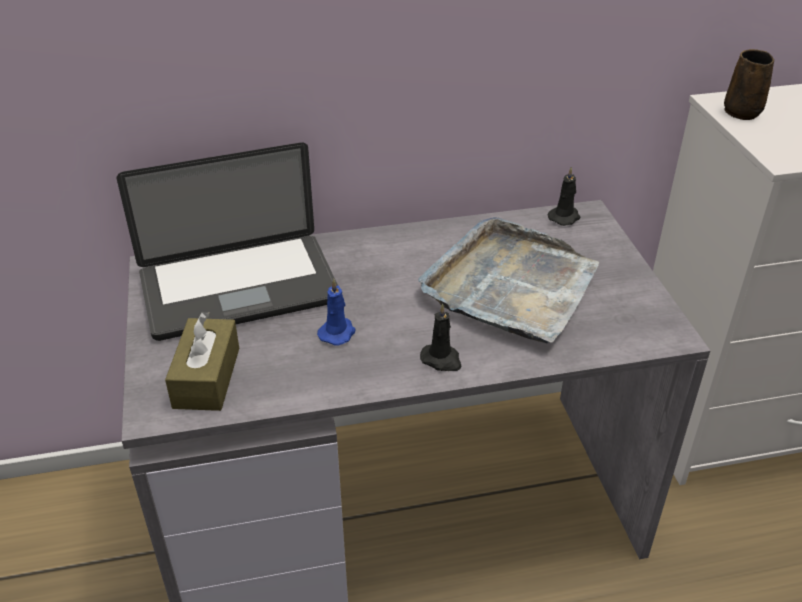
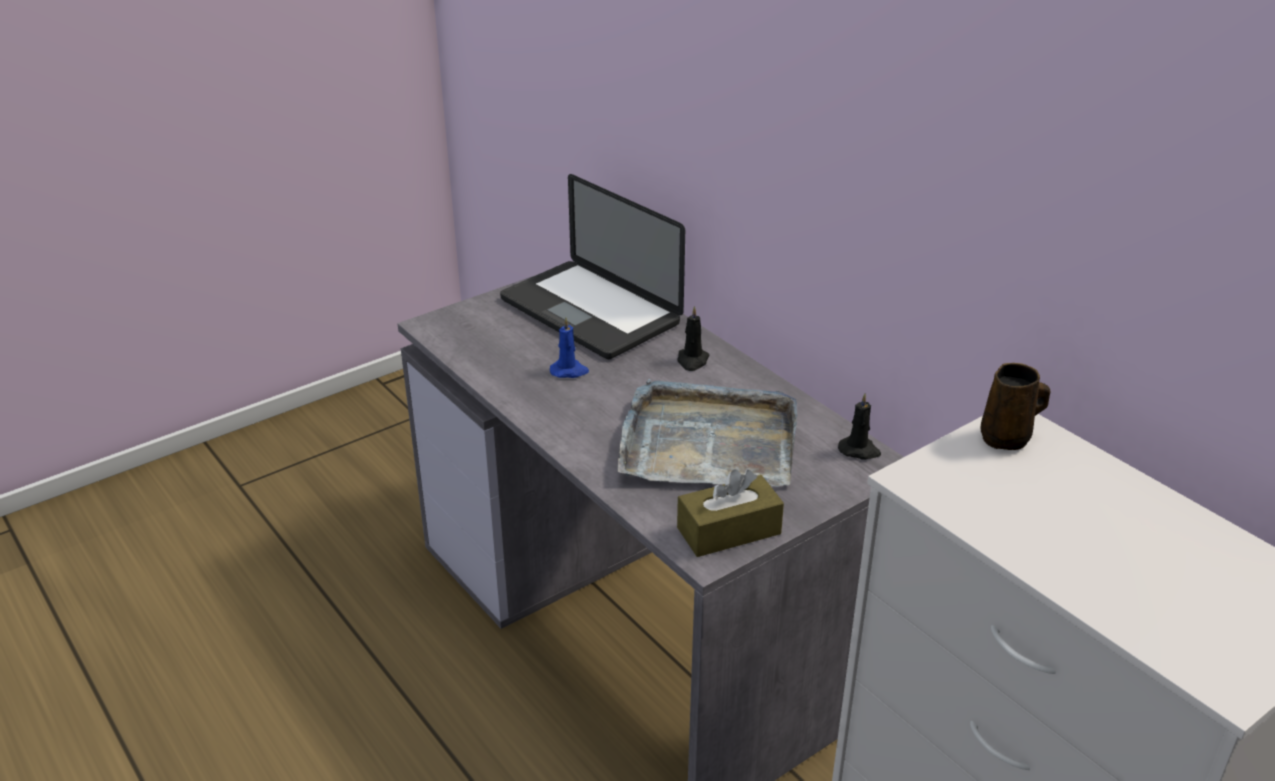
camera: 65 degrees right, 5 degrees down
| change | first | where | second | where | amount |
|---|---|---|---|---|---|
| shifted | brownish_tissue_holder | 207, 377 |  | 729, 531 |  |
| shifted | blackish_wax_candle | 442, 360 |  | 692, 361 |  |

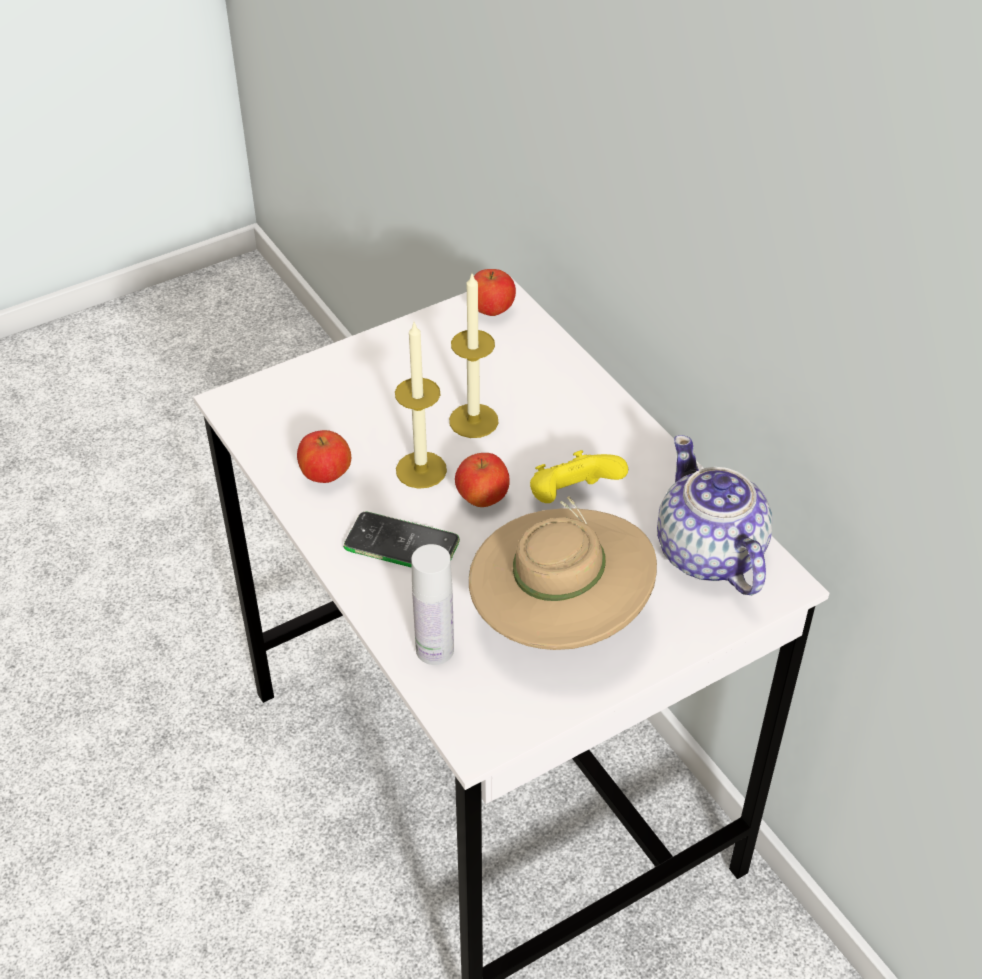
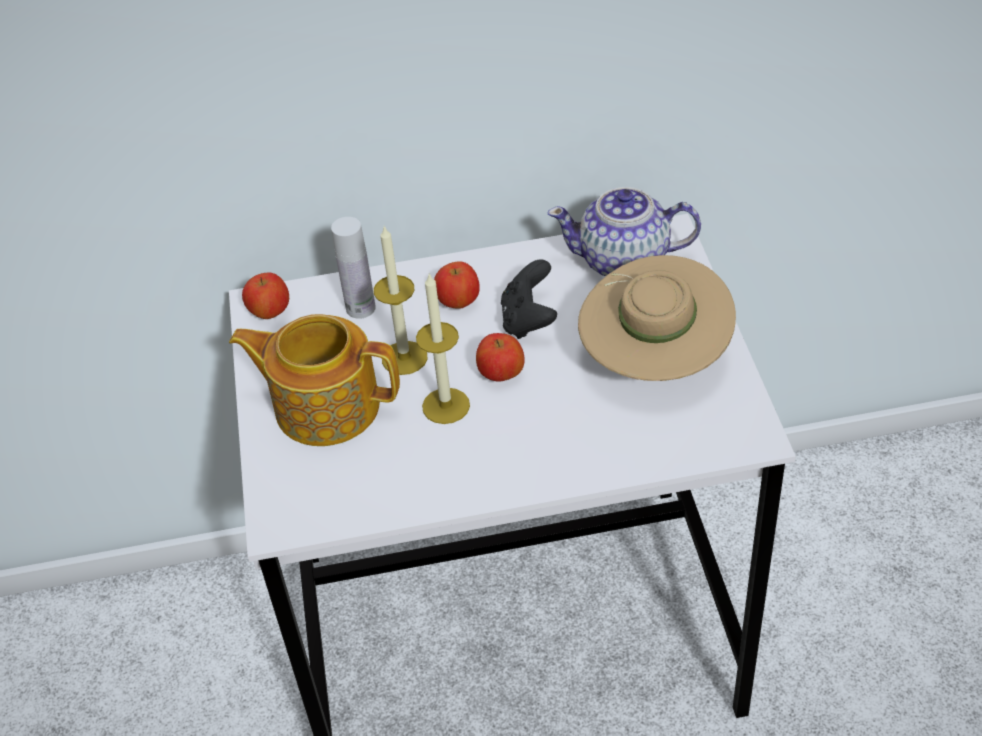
camera: 65 degrees left, 0 degrees up
| change | first | where | second | where | amount |
|---|---|---|---|---|---|
| gone | telephone | 401, 544 |  |  |  |
| new |  |  | teapot | 325, 405 |  |
| shifted | apple_fruit | 326, 476 |  | 458, 302 |  |
| shifted | whitish_drink_bottle | 435, 649 |  | 360, 308 |  |
| repainted | yellow_gamepad | 572, 498 | blackish_gamepad | 528, 320 |  |

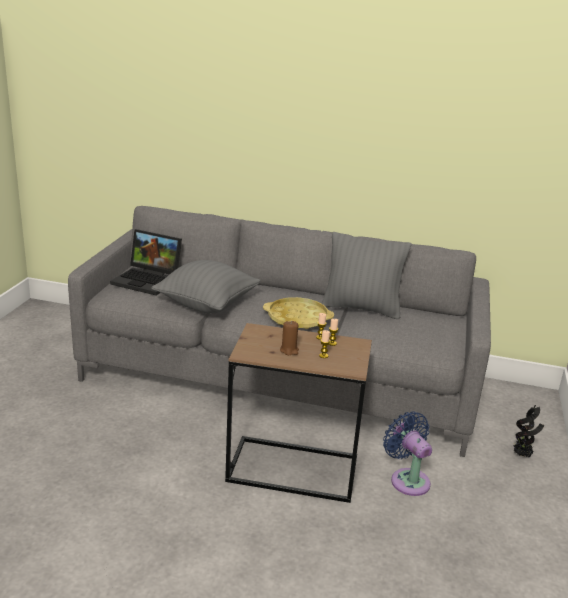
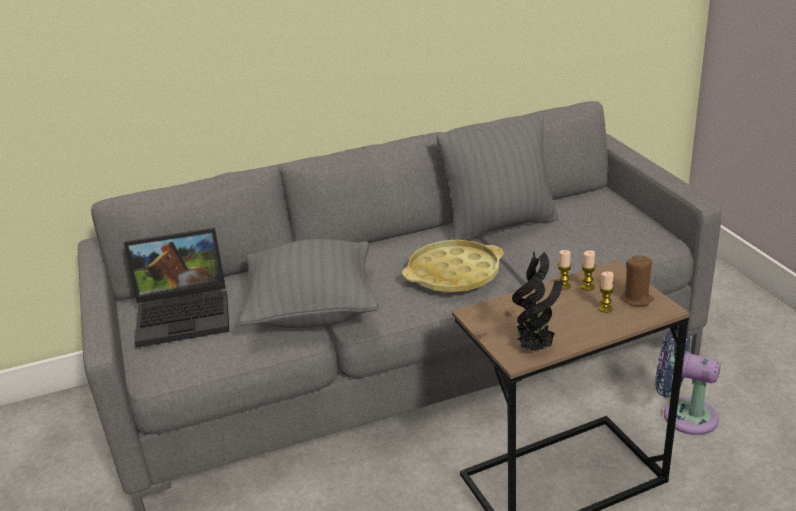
camera: 30 degrees left, 5 degrees up
| change | first | where | second | where | amount |
|---|---|---|---|---|---|
| shifted | brownish_wax_candle | 289, 350 |  | 636, 299 |  |
| shifted | potted_plant | 522, 455 |  | 536, 348 |  |

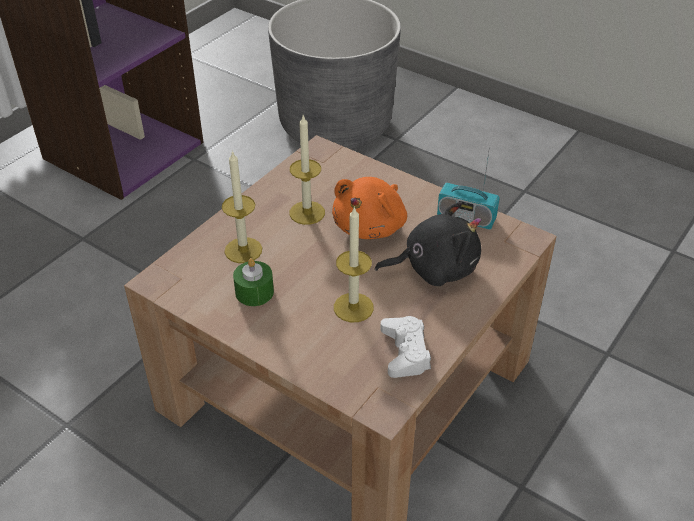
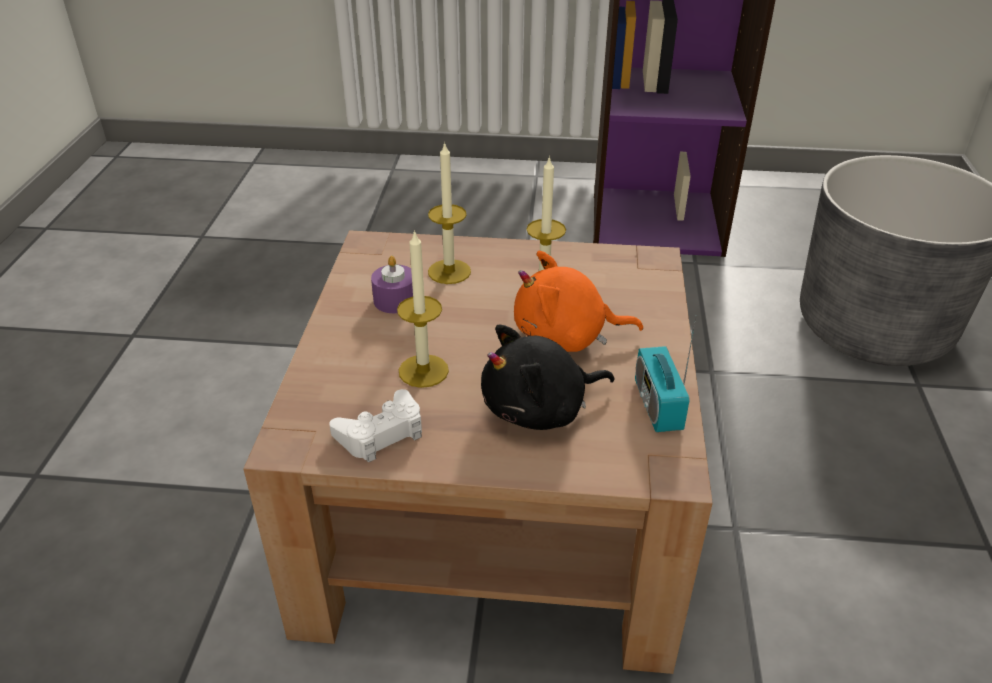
camera: 60 degrees right, 5 degrees down
| change | first | where | second | where | amount |
|---|---|---|---|---|---|
| repainted | greenish_wax_candle | 254, 292 | purple_wax_candle | 395, 300 |  |
| rotated | blackish_plush_toy | 434, 268 |  | 540, 409 | 105 degrees clockwise |

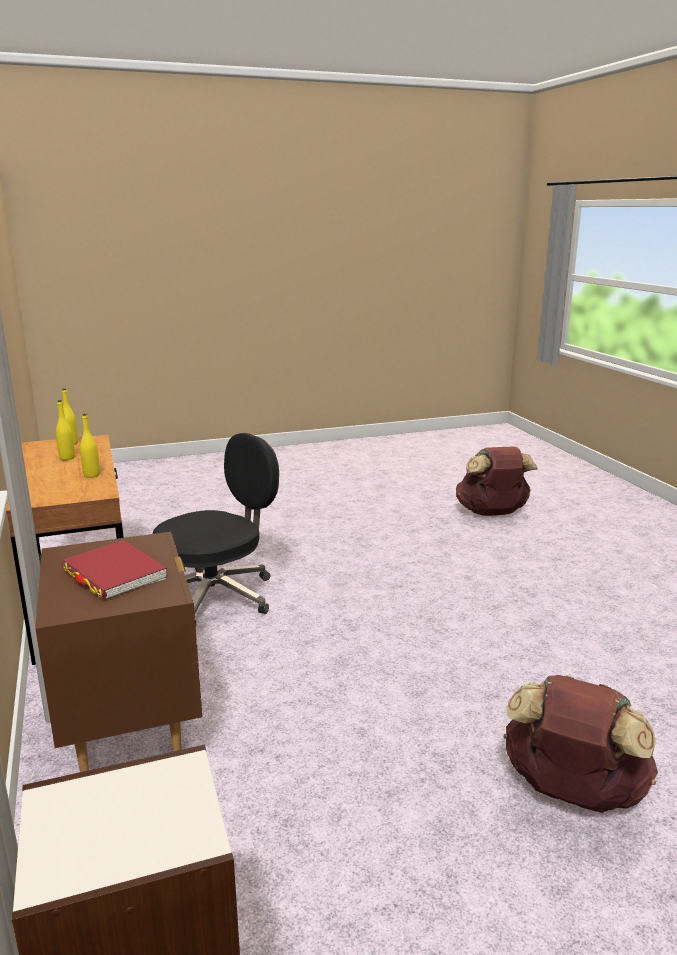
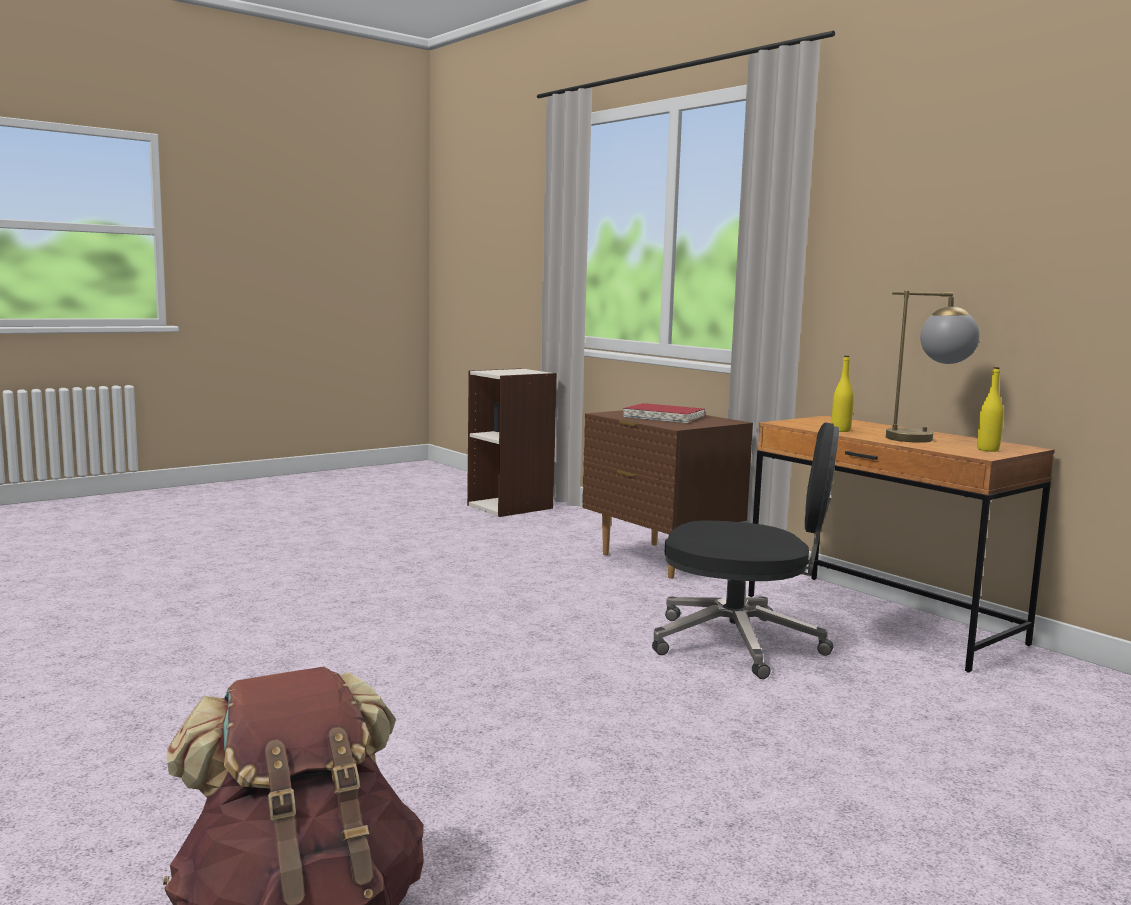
camera: 160 degrees right, 10 degrees down
| change | first | where | second | where | amount |
|---|---|---|---|---|---|
| gone | brownish_backpack | 571, 793 |  |  |  |
| swapped | yellow_drink_bottle | 67, 458 | tabletop_lamp | 926, 439 |  |
| rotated | blackish_desk_chair | 217, 596 |  | 740, 643 | 105 degrees counterclockwise |

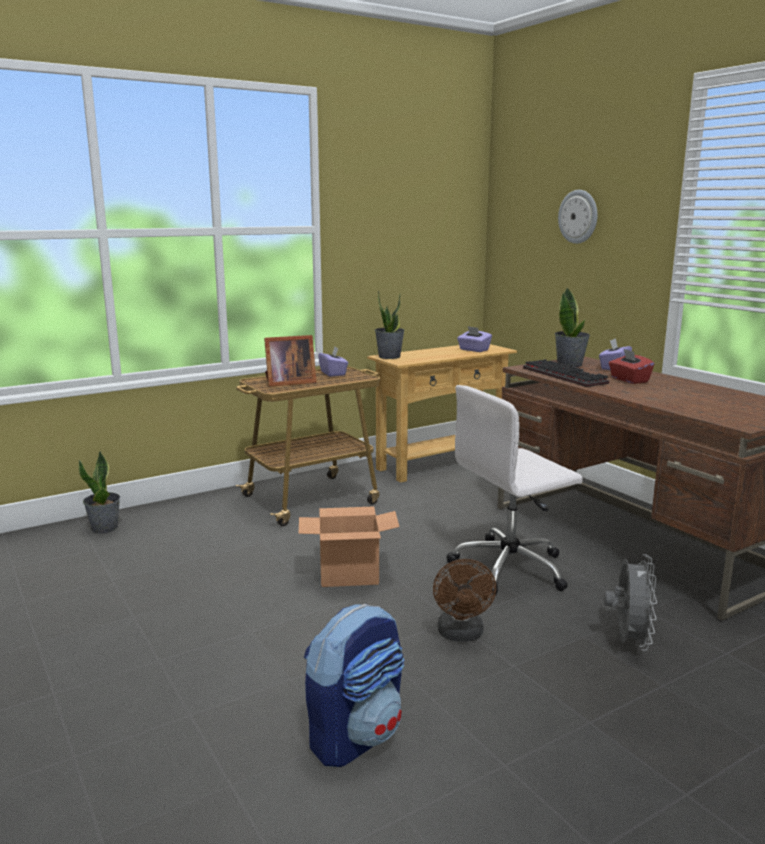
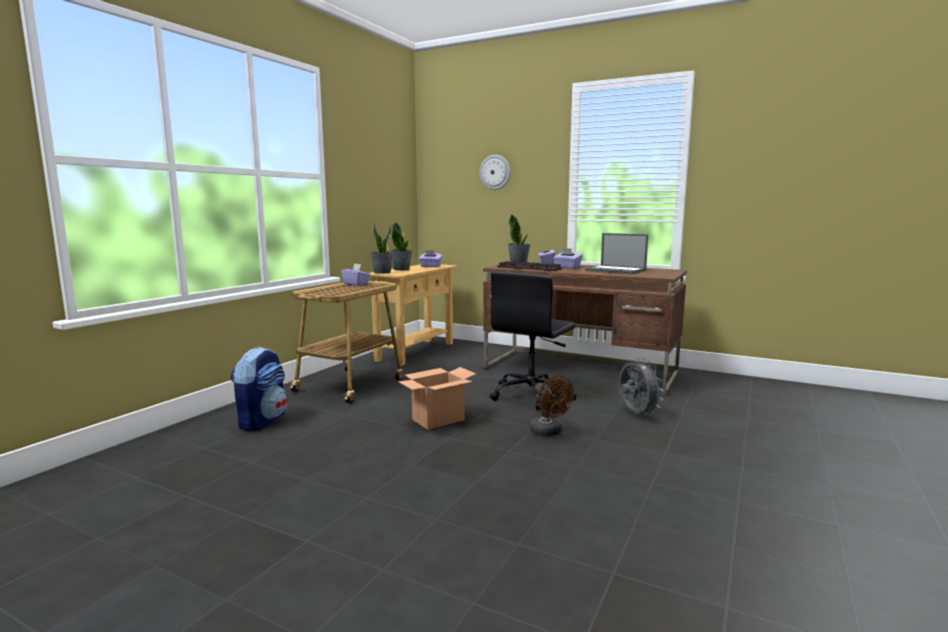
camera: 30 degrees left, 5 degrees down
| change | first | where | second | where | amount |
|---|---|---|---|---|---|
| gone | photo_frame | 288, 383 |  |  |  |
| new |  |  | notebook_computer | 616, 270 |  |
| shifted | potted_plant | 105, 528 |  | 402, 269 |  |
| shifted | backpack | 356, 736 |  | 262, 421 |  |
| repainted | whitish_desk_chair | 511, 567 | blackish_desk_chair | 532, 395 |  |
| repainted | red_tissue_holder | 629, 380 | purple_tissue_holder | 567, 267 |  |

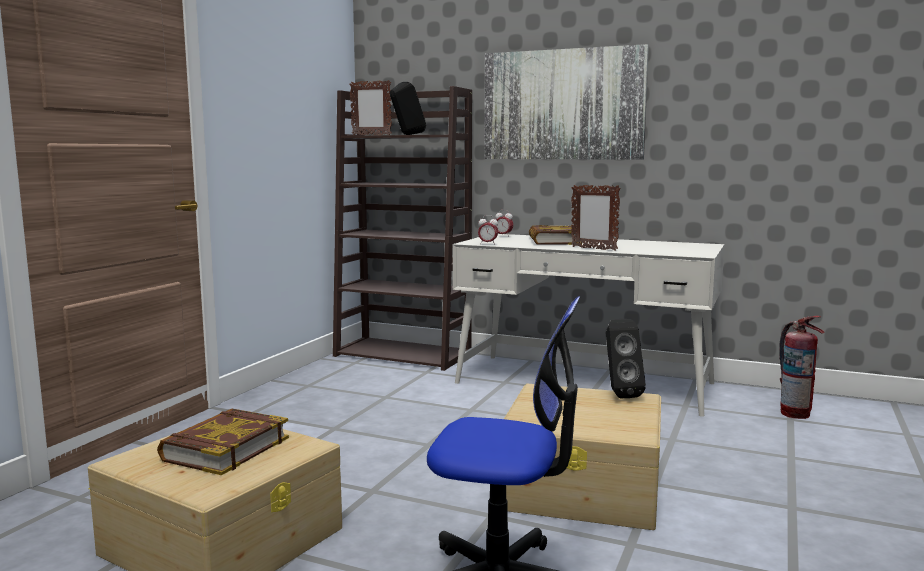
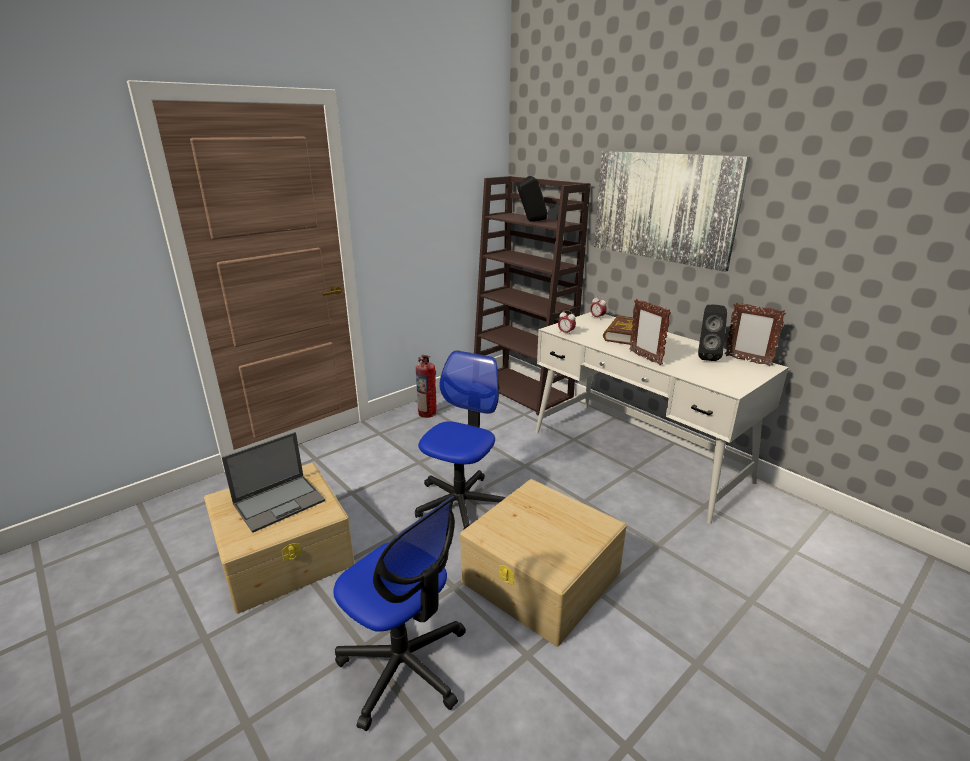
camera: 25 degrees right, 15 degrees up
| change | first | where | second | where | amount |
|---|---|---|---|---|---|
| new |  |  | desk_chair | 461, 503 |  |
| shifted | photo_frame | 371, 135 |  | 747, 361 |  |
| shifted | blackish_loudspeaker | 619, 394 |  | 706, 357 |  |
| shifted | fire-fighting_cylinder | 795, 413 |  | 427, 413 |  |
| swapped | book | 225, 449 | notebook_computer | 280, 502 |  |

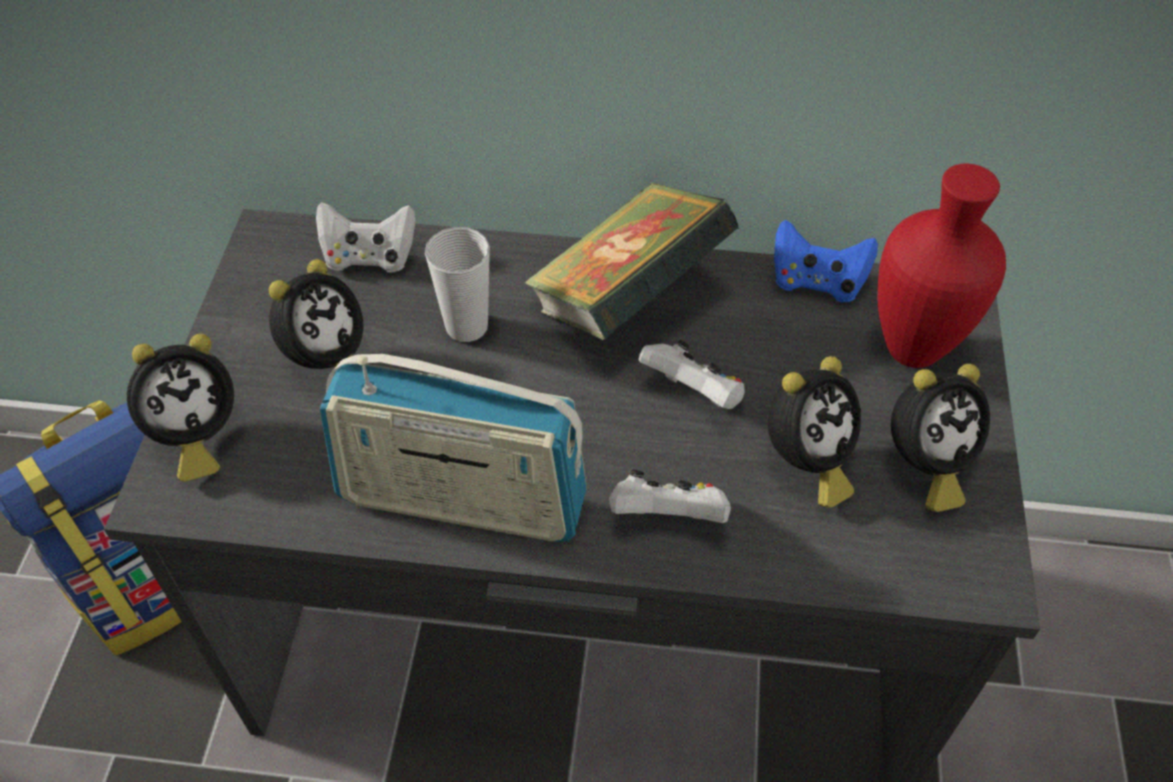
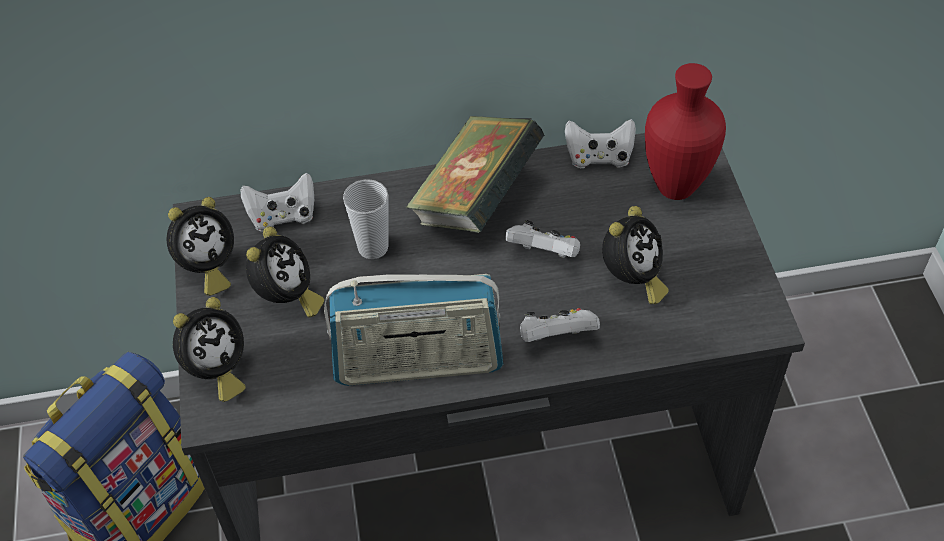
camera: 15 degrees left, 0 degrees up
| change | first | where | second | where | amount |
|---|---|---|---|---|---|
| shifted | bedside_clock | 924, 465 |  | 207, 268 |  |
| repainted | blue-coloured_gamepad | 817, 282 | whitish_gamepad | 599, 157 |  |

